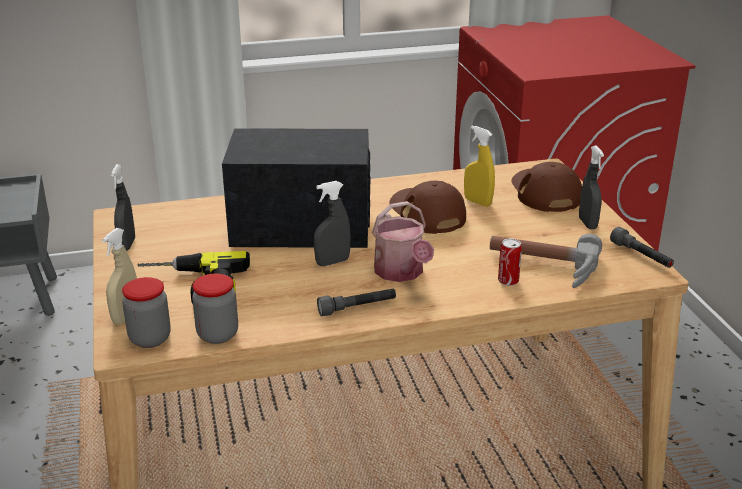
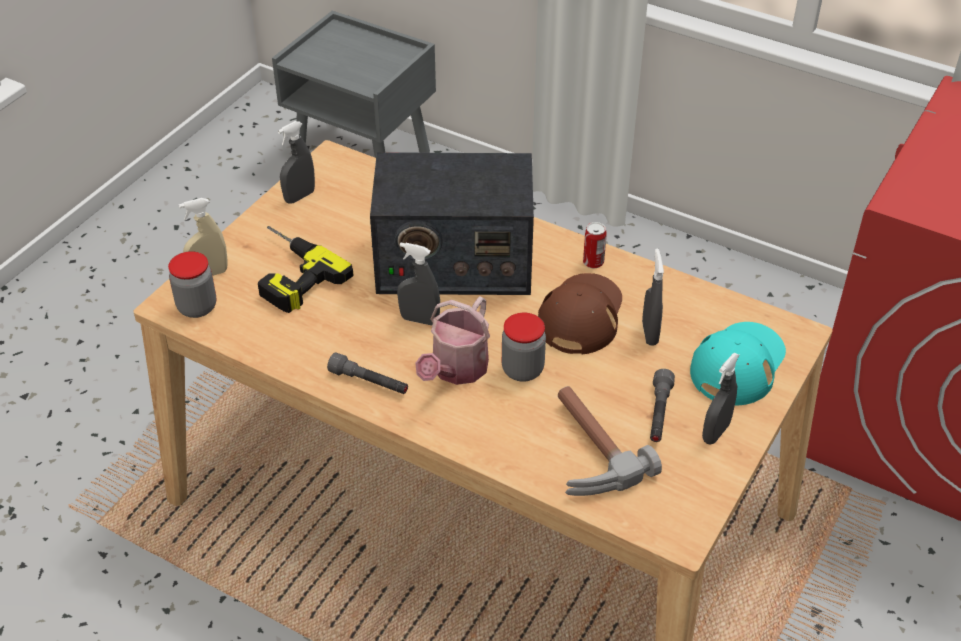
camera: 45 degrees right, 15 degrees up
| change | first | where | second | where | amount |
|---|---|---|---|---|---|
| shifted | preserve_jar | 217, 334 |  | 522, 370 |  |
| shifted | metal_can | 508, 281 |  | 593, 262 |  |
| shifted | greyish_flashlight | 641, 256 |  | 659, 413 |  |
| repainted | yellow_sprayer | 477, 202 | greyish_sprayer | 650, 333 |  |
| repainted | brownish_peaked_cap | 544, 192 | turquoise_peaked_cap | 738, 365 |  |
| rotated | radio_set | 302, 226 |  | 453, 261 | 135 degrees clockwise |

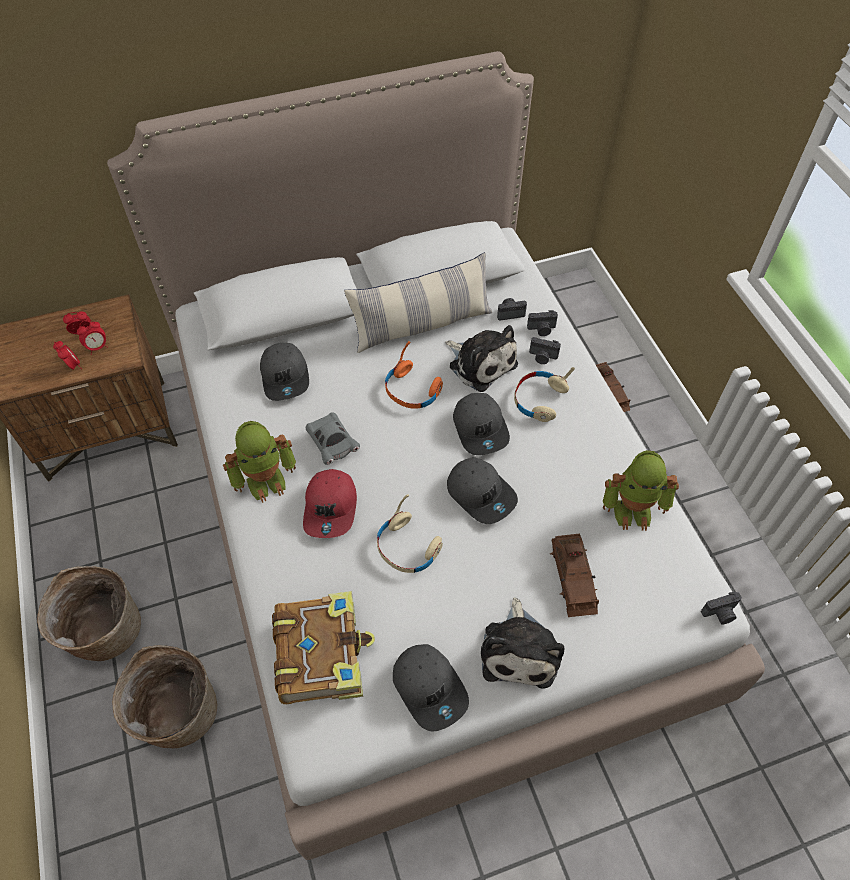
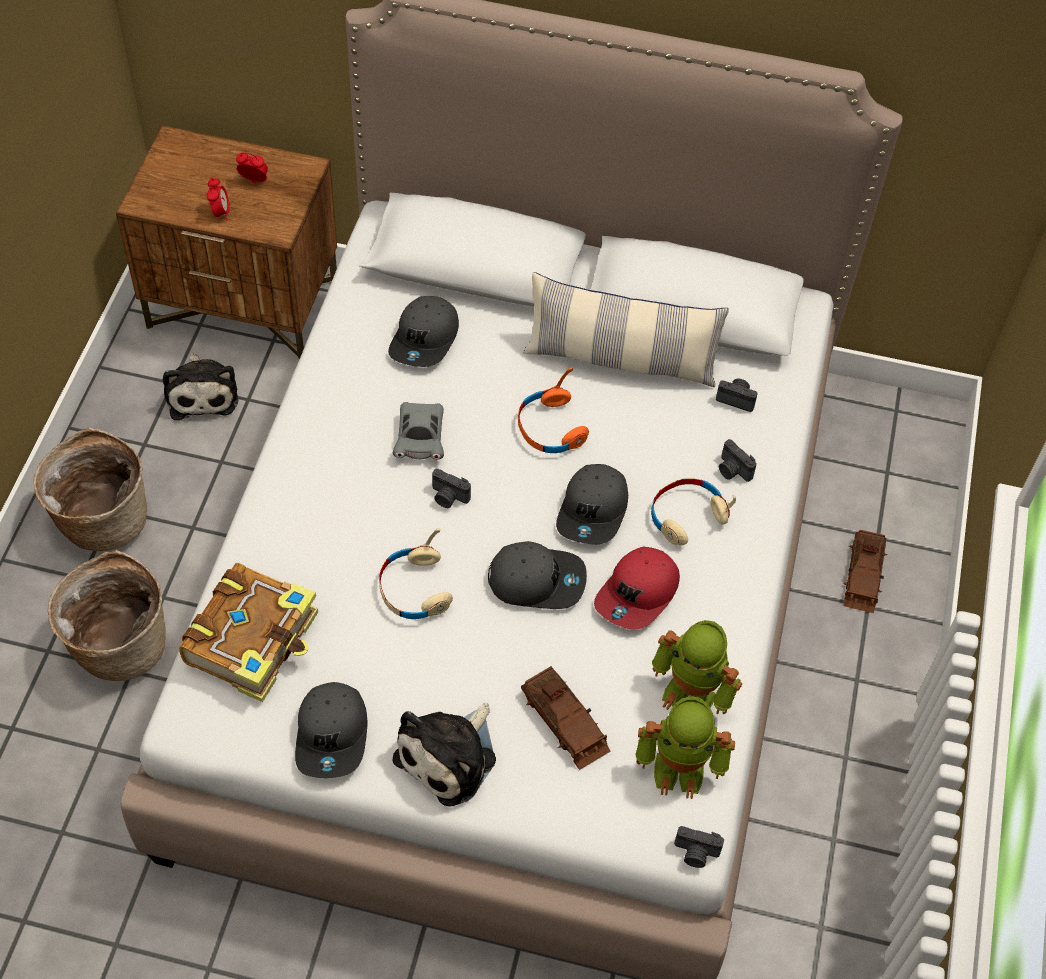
camera: 30 degrees right, 0 degrees up
| change | first | where | second | where | amount |
|---|---|---|---|---|---|
| gone | bedside_clock | 97, 347 |  |  |  |
| shifted | toy_robot | 266, 480 |  | 680, 767 |  |
| shifted | red_peaked_cap | 331, 508 |  | 638, 594 |  |
| shifted | plush_toy | 480, 363 |  | 202, 392 |  |
| shifted | photo_camera | 542, 329 |  | 448, 497 |  |
| rotated | greyish_peaked_cap | 481, 493 |  | 537, 580 | 75 degrees counterclockwise |
| rotated | brownish_toy_car | 573, 578 |  | 564, 721 | 60 degrees counterclockwise |

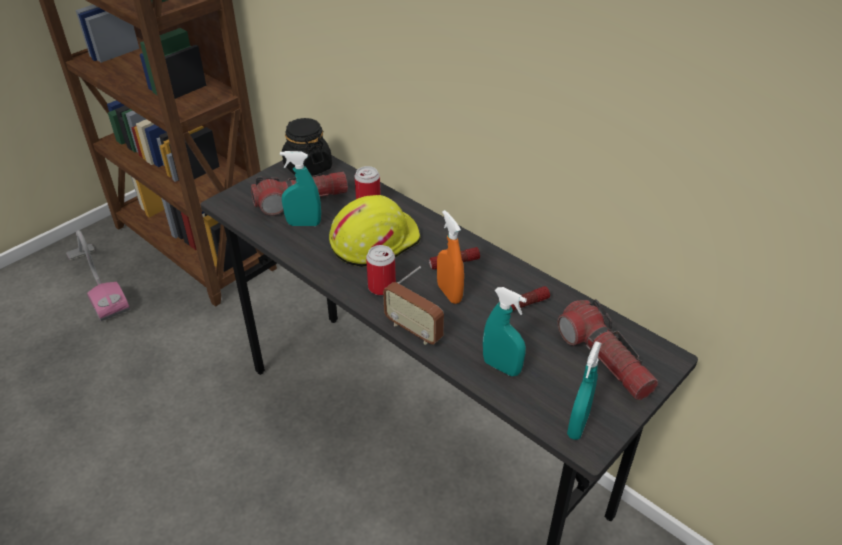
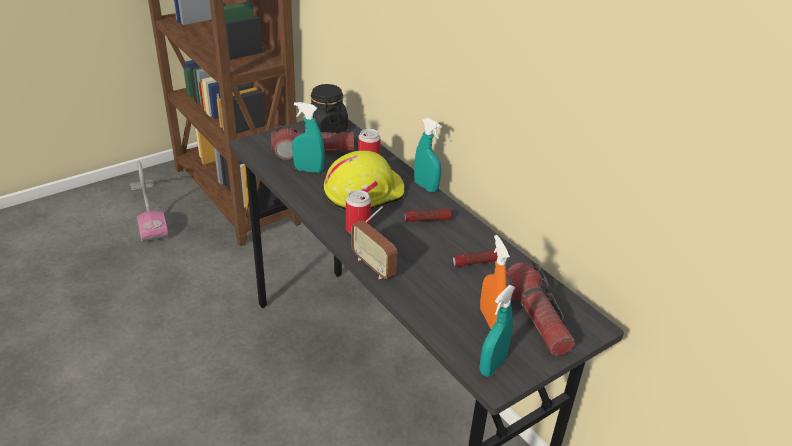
camera: 10 degrees right, 5 degrees down
| change | first | where | second | where | amount |
|---|---|---|---|---|---|
| shifted | orangey_sprayer | 449, 293 |  | 490, 319 |  |
| shifted | turquoise_sprayer | 501, 367 |  | 426, 186 |  |

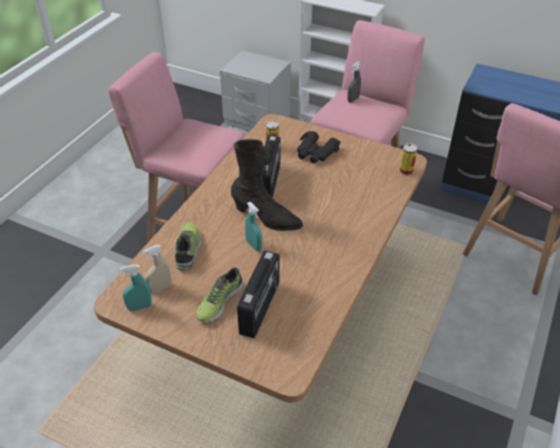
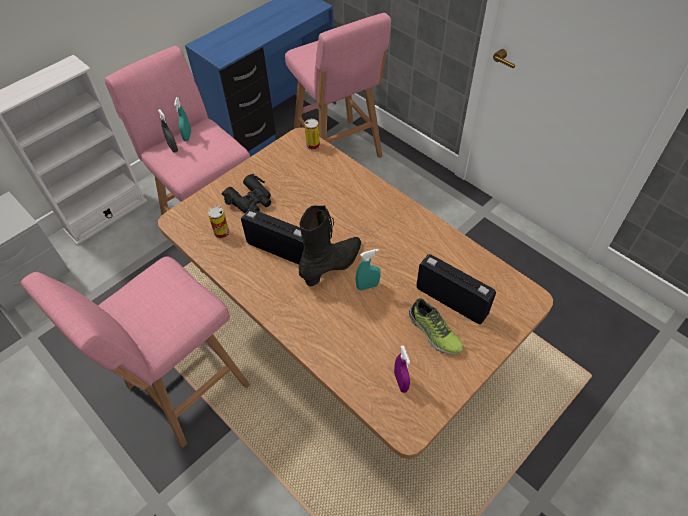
camera: 70 degrees left, 10 degrees up
| change | first | where | second | where | amount |
|---|---|---|---|---|---|
| gone | item_of_footwear | 188, 249 |  |  |  |
| shifted | turquoise_sprayer | 139, 307 |  | 187, 136 |  |
| repainted | beige-coloured_sprayer | 160, 288 | purple_sprayer | 401, 382 |  |

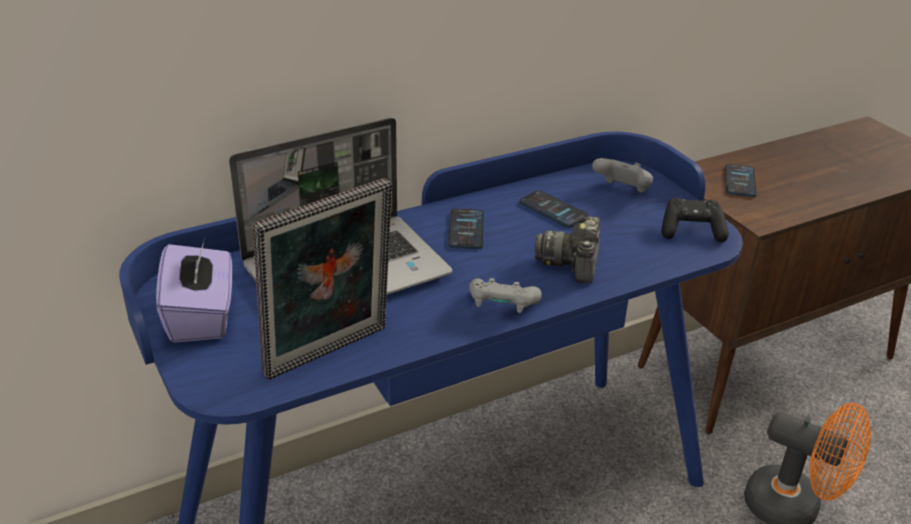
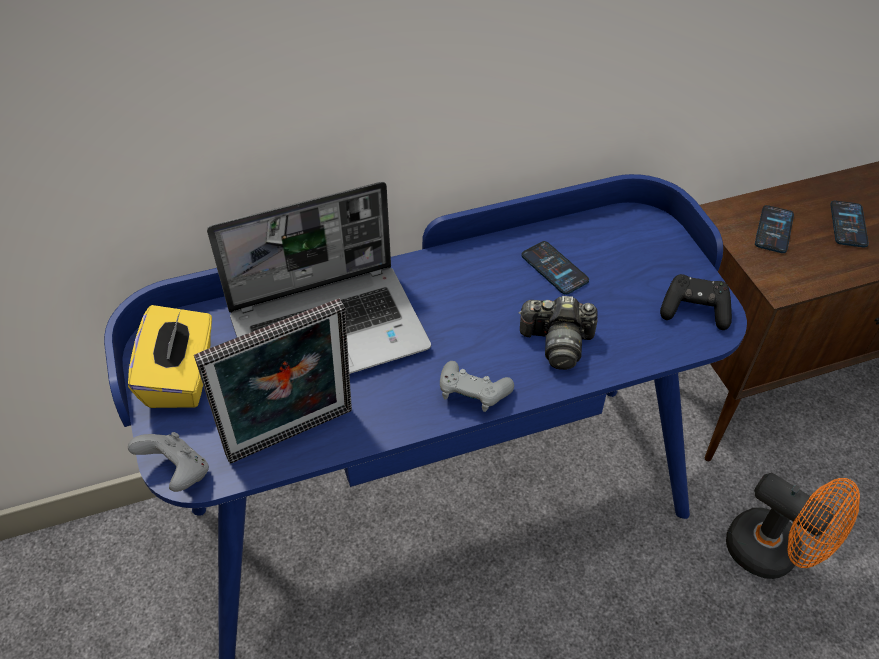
camera: 10 degrees right, 15 degrees up
| change | first | where | second | where | amount |
|---|---|---|---|---|---|
| shifted | telephone | 466, 230 |  | 848, 225 |  |
| shifted | greyish_gamepad | 622, 191 |  | 178, 473 |  |
| repainted | purple_tissue_holder | 202, 316 | yellow_tissue_holder | 182, 377 |  |
| rotated | photo_camera | 572, 263 |  | 557, 343 | 105 degrees counterclockwise |

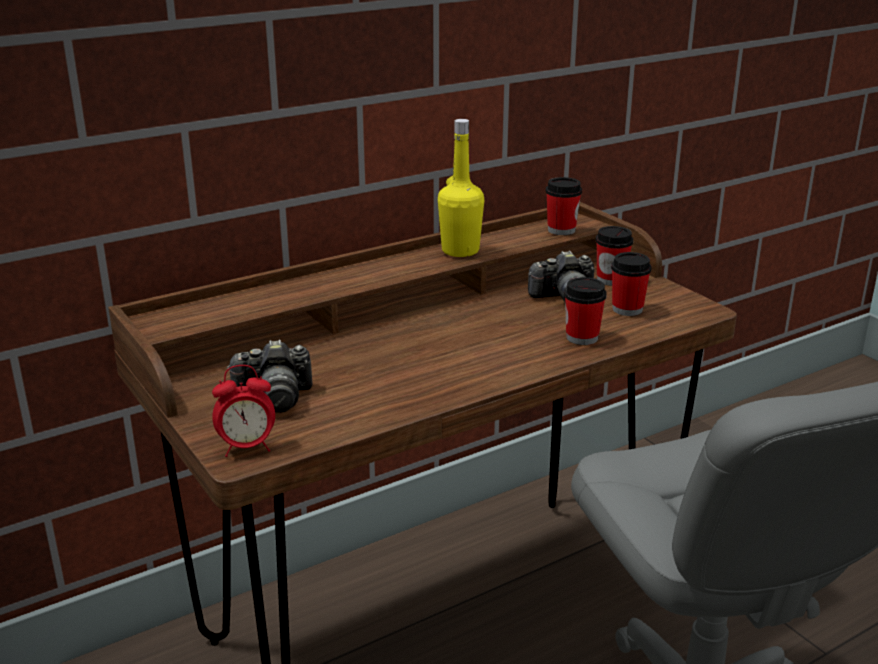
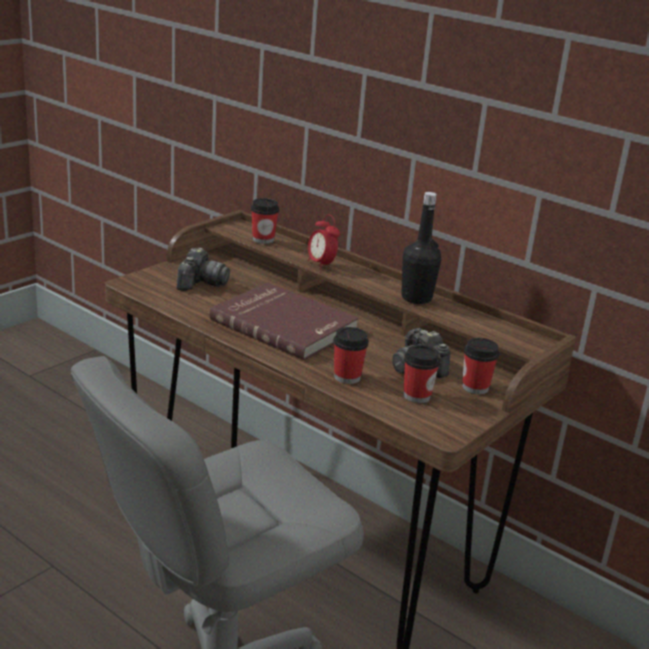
camera: 70 degrees right, 0 degrees up
| change | first | where | second | where | amount |
|---|---|---|---|---|---|
| new |  |  | red_book | 285, 324 |  |
| shifted | bedside_clock | 247, 447 |  | 321, 264 |  |
| shifted | drinking_cup | 561, 230 |  | 263, 239 |  |
| repainted | yellow_drink_bottle | 460, 251 | blackish_drink_bottle | 416, 298 |  |
| rotated | photo_camera | 274, 397 |  | 201, 283 | 135 degrees counterclockwise |

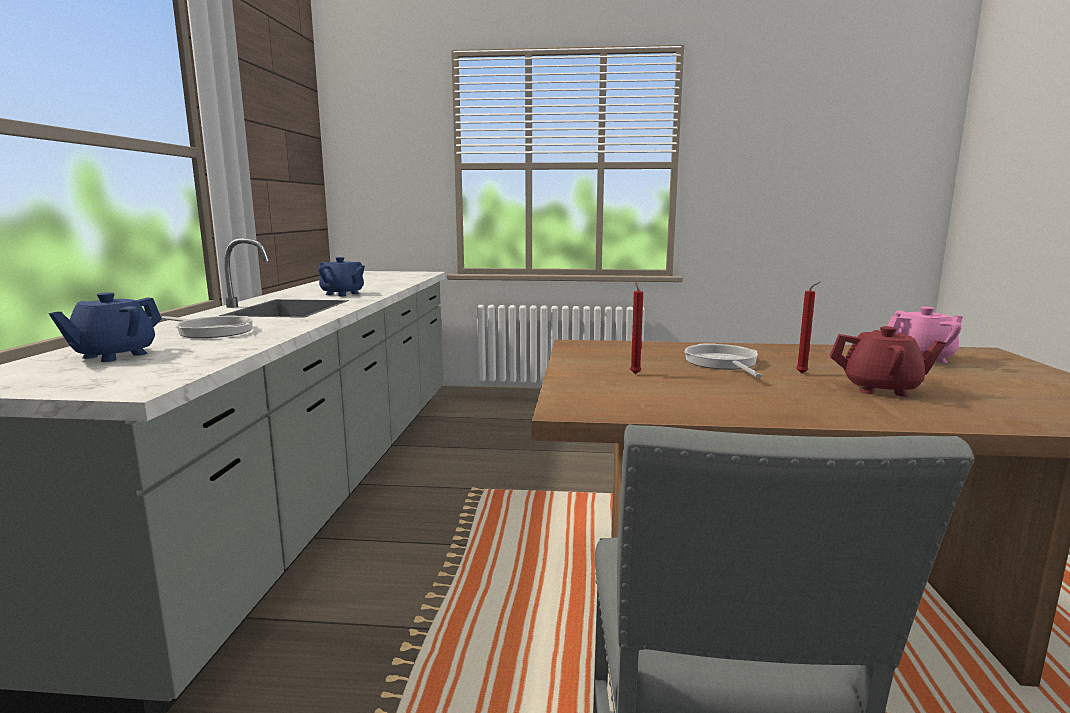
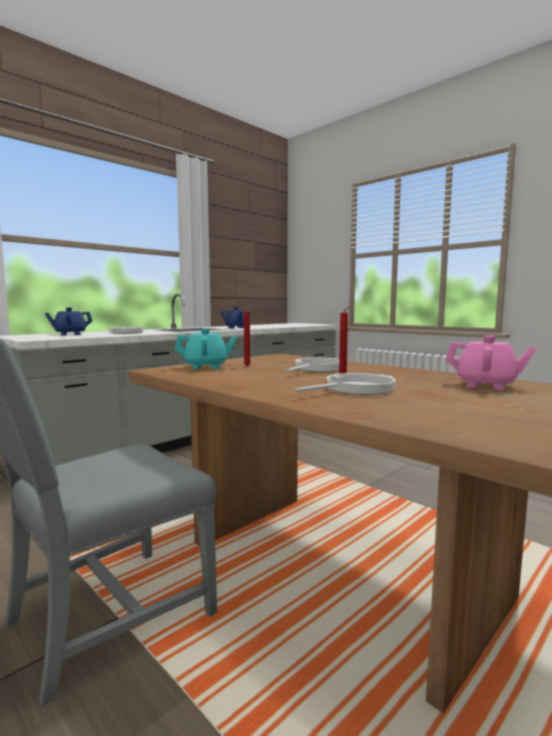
camera: 40 degrees right, 5 degrees down
| change | first | where | second | where | amount |
|---|---|---|---|---|---|
| new |  |  | turquoise_teapot | 206, 367 |  |
| swapped | red_teapot | 881, 389 | pan | 355, 389 |  |

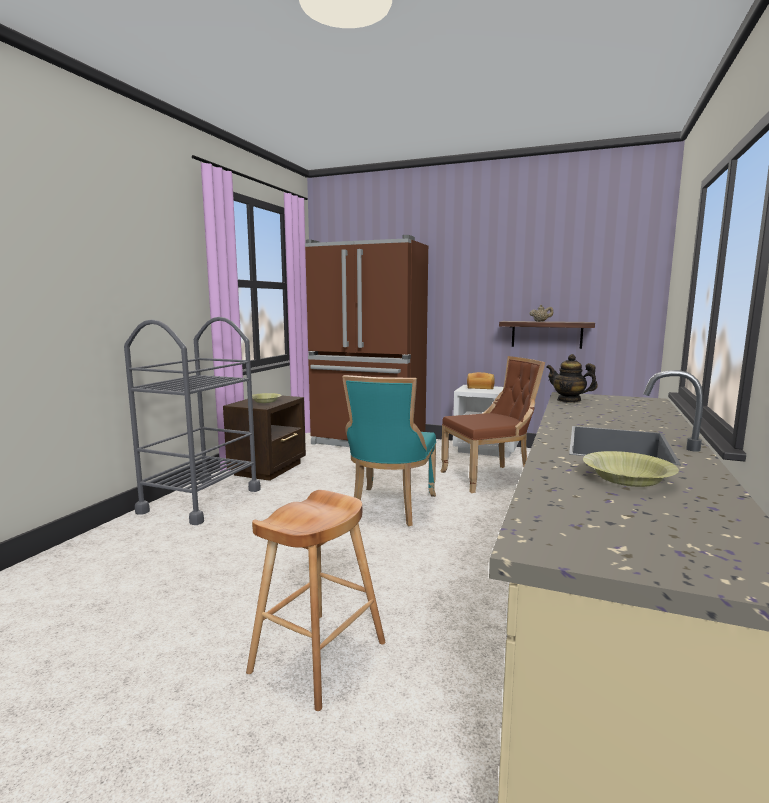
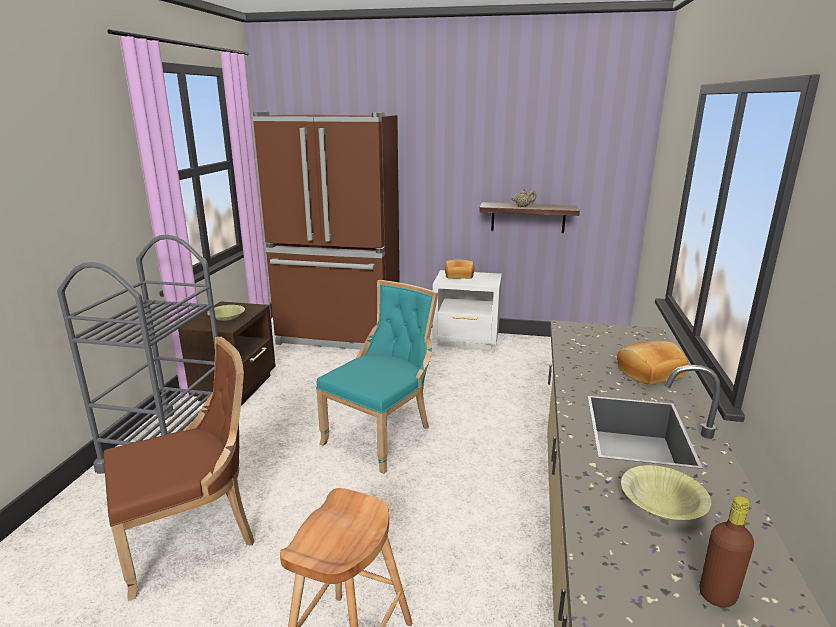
camera: 10 degrees left, 10 degrees up
| change | first | where | second | where | amount |
|---|---|---|---|---|---|
| gone | teapot | 569, 400 |  |  |  |
| new |  |  | bread | 648, 372 |  |
| new |  |  | brownish_drink_bottle | 717, 595 |  |
| shifted | brownish_plain_chair | 489, 477 |  | 193, 537 |  |
| rotated | turquoise_plain_chair | 390, 508 |  | 382, 435 | 150 degrees counterclockwise |

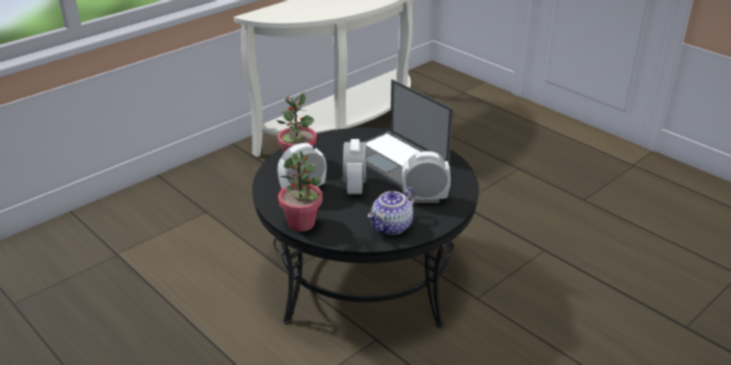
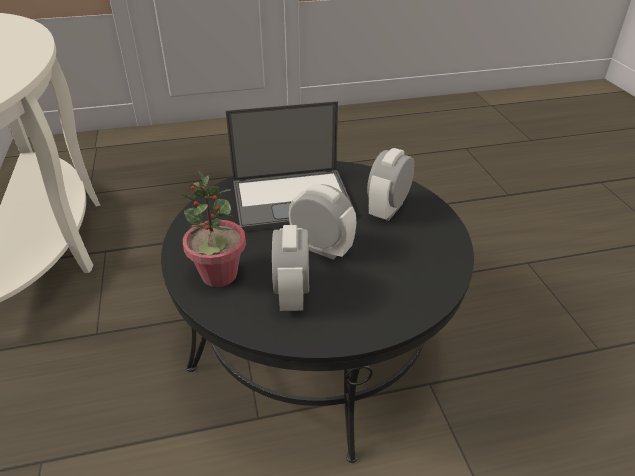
camera: 60 degrees left, 5 degrees up
| change | first | where | second | where | amount |
|---|---|---|---|---|---|
| gone | potted_plant | 302, 223 |  |  |  |
| gone | teapot | 392, 227 |  |  |  |

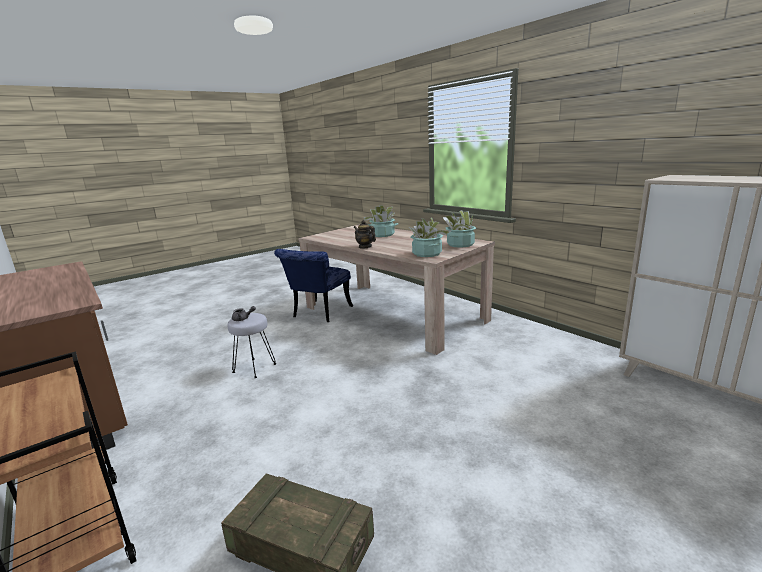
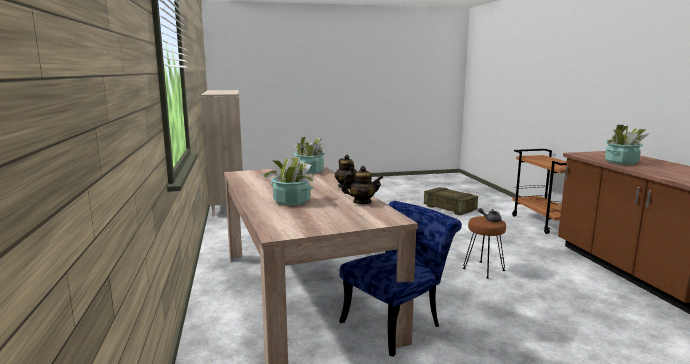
camera: 155 degrees left, 5 degrees down
| change | first | where | second | where | amount |
|---|---|---|---|---|---|
| new |  |  | teapot | 362, 202 |  |
| shifted | potted_plant | 460, 244 |  | 621, 162 |  |
| repainted | greyish_sitting_stool | 255, 368 | brownish_sitting_stool | 483, 270 |  |

